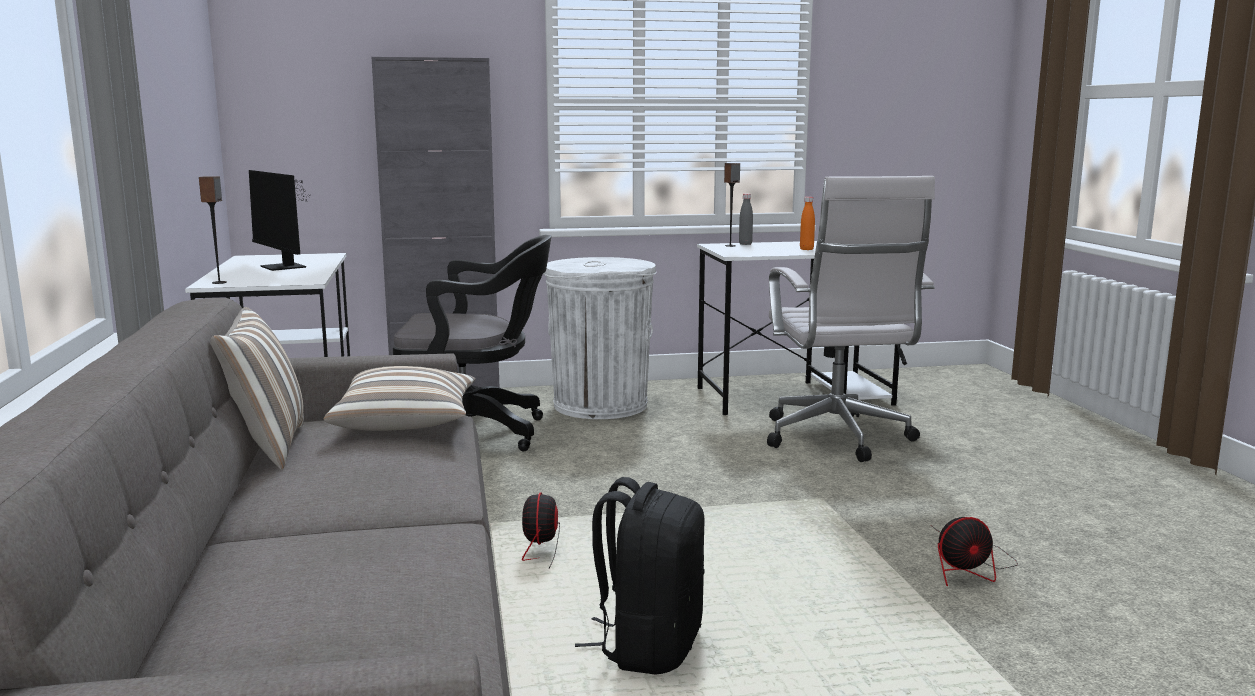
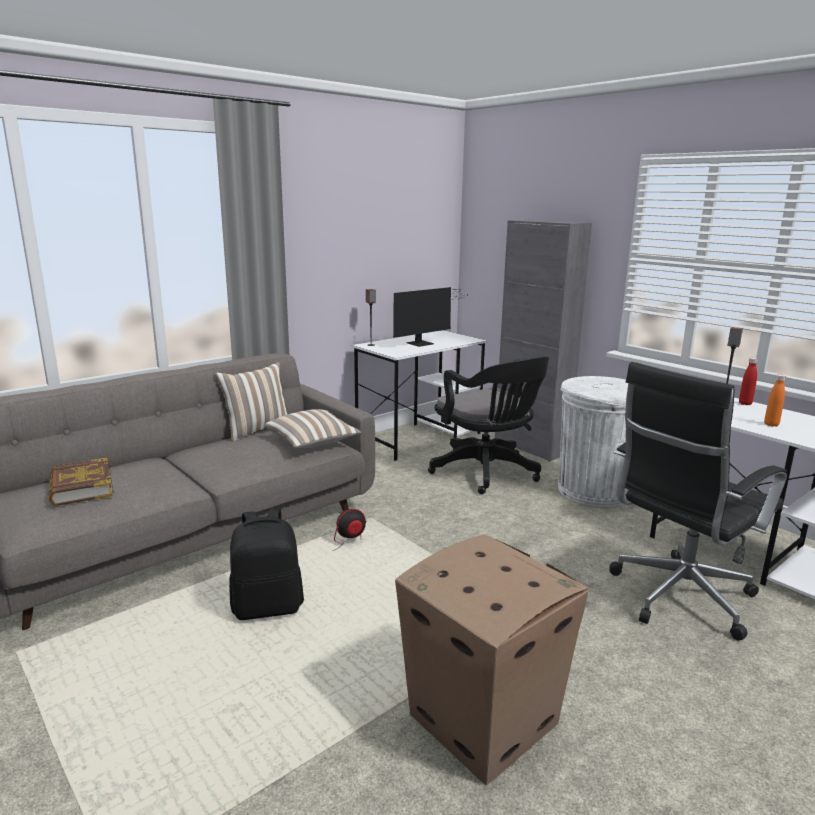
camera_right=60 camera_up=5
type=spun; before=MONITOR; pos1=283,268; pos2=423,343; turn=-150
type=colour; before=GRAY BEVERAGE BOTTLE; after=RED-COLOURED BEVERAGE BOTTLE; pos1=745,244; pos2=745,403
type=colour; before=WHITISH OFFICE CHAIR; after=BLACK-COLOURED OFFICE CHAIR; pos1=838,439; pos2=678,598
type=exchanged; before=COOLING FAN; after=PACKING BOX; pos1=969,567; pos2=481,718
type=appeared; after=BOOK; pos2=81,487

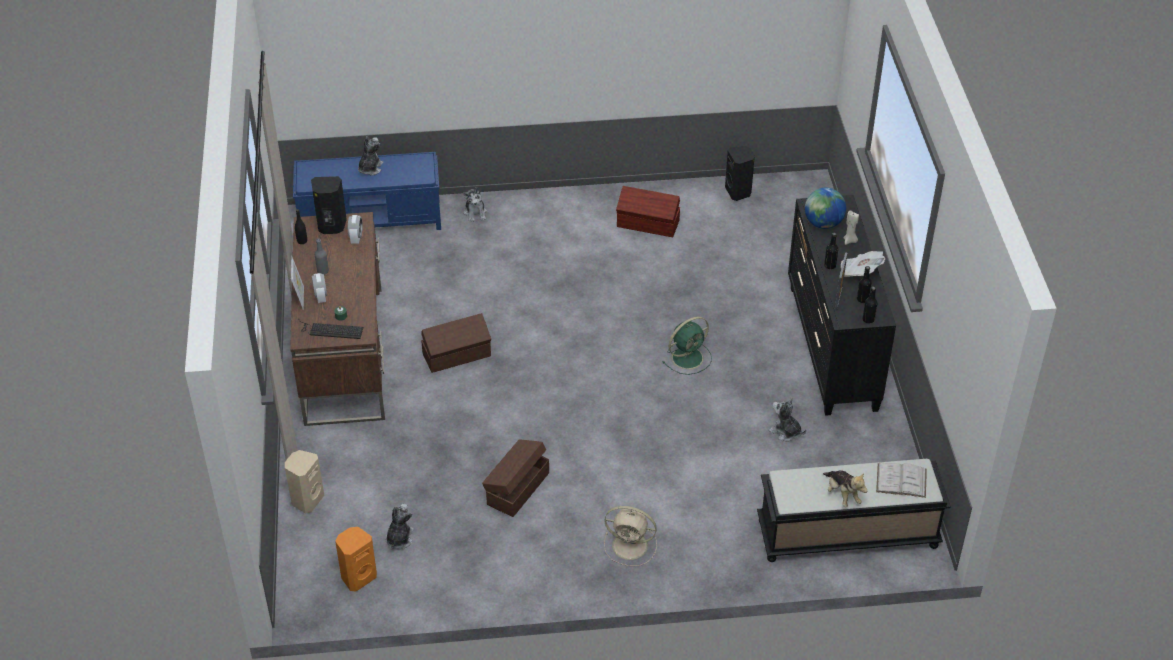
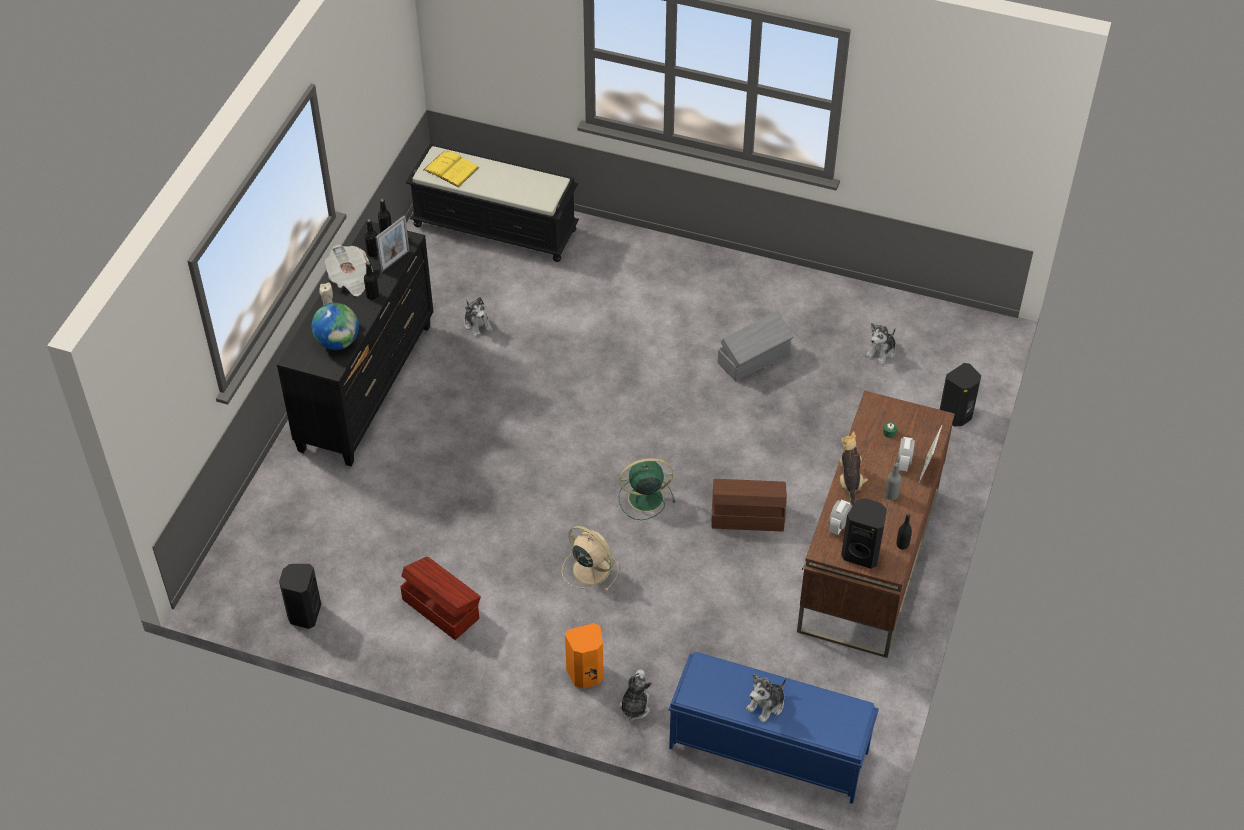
camera_right=-155 camera_up=5
type=colour; before=BEIGE SPEAKER; after=BLACK-COLOURED SPEAKER; pos1=306,500; pos2=956,415
type=missing; before=KEYBOARD; pos1=330,330
type=relocated; before=ORANGE-COLOURED SPEAKER; pos1=358,577; pos2=586,675
type=colour; before=BROWN-COLOURED STORAGE BOX; after=GRAY STORAGE BOX; pos1=517,488; pos2=754,359
type=relocated; before=BEIGE COOLING FAN; pos1=631,546; pos2=589,569
type=relocated; before=GREEN-COLOURED COOLING FAN; pos1=688,357; pos2=644,498
type=relocated; before=PLUSH TOY; pos1=842,494; pos2=850,482
type=colour; before=WHITISH BOOK; after=YELLOW BOOK; pos1=901,480; pos2=451,169

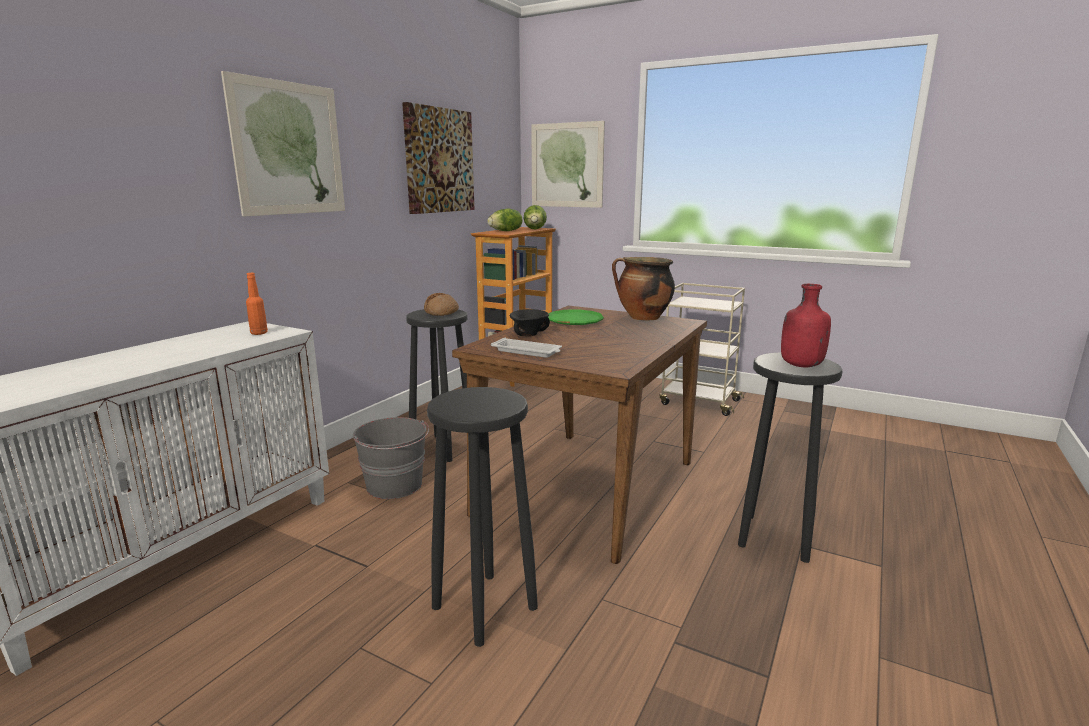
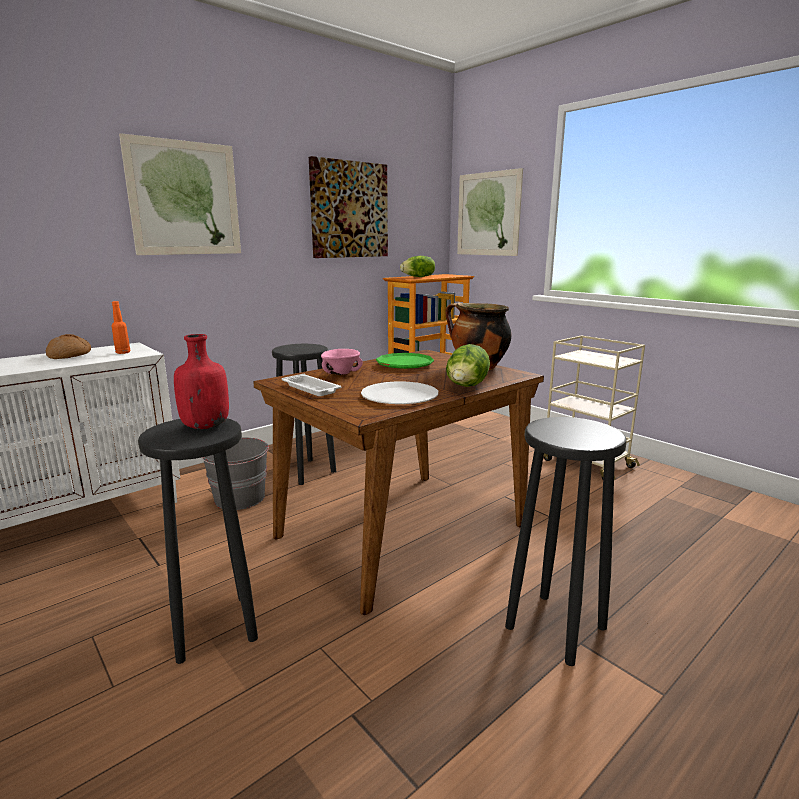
camera_right=20 camera_up=0
type=relocated; before=BAKED BREAD; pos1=441,312; pos2=70,355
type=colour; before=BLACK-COLOURED BOWL; after=PINKISH BOWL; pos1=530,335; pos2=342,374
type=relocated; before=LETTUCE HEAD; pos1=535,229; pos2=466,387
type=relocated; before=RED-COLOURED BEVERAGE BOTTLE; pos1=800,365; pos2=205,426
type=appeared; after=WHITISH PLATE; pos2=399,396

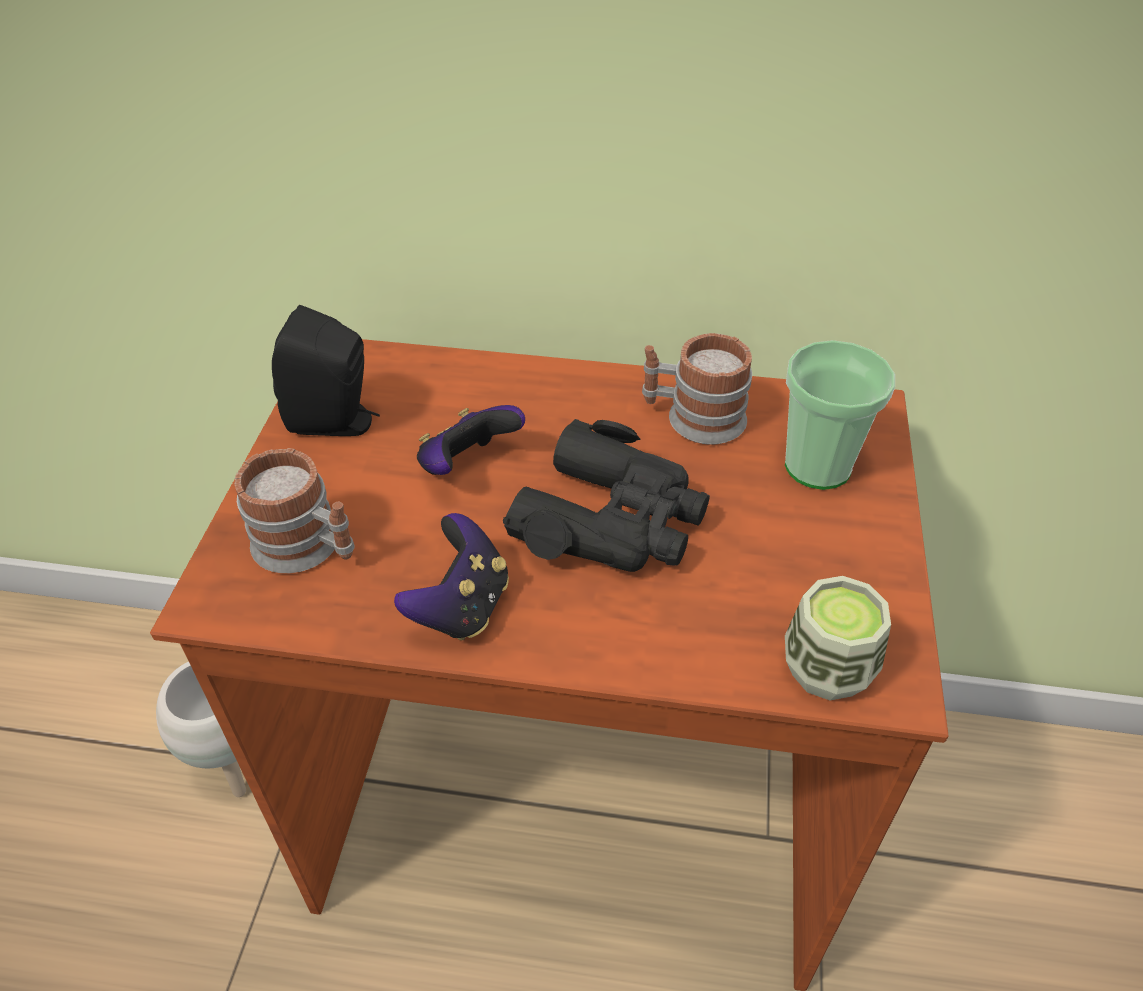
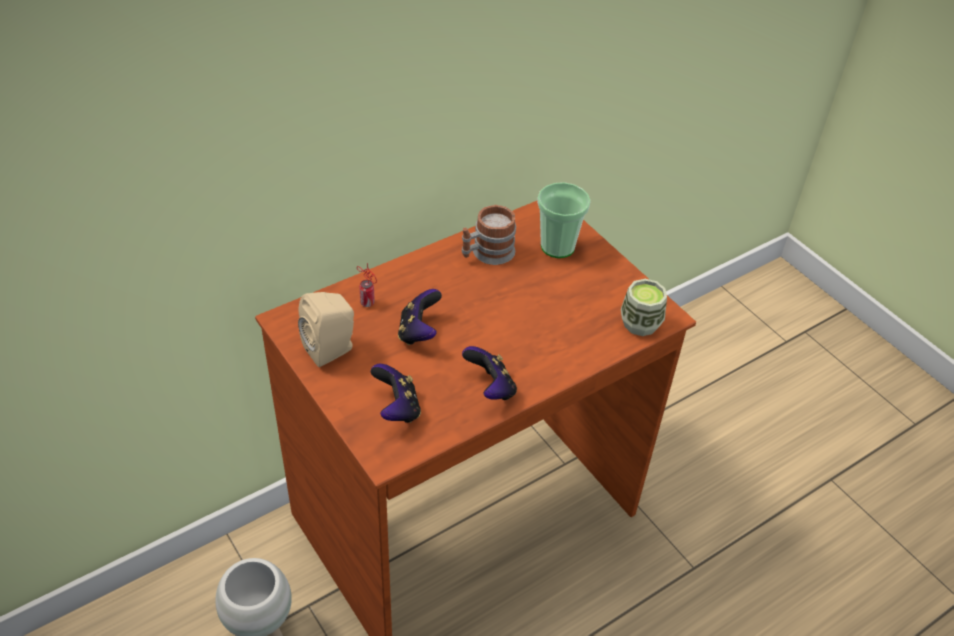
camera_right=-45 camera_up=0
type=exchanged; before=MUG; after=JOYPAD; pos1=308,547; pos2=397,409
type=colour; before=BLACK-COLOURED SPEAKER; after=BEIGE SPEAKER; pos1=337,422; pos2=332,349
type=missing; before=BLACK-COLOURED FIELD GLASSES; pos1=612,520
type=appeared; after=CAN; pos2=366,302

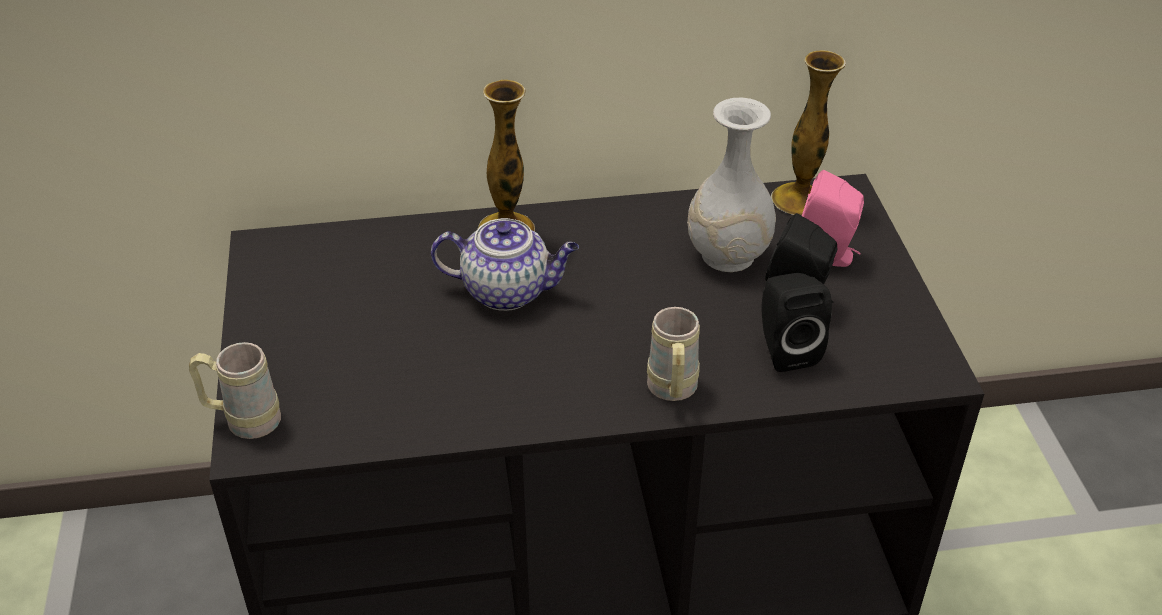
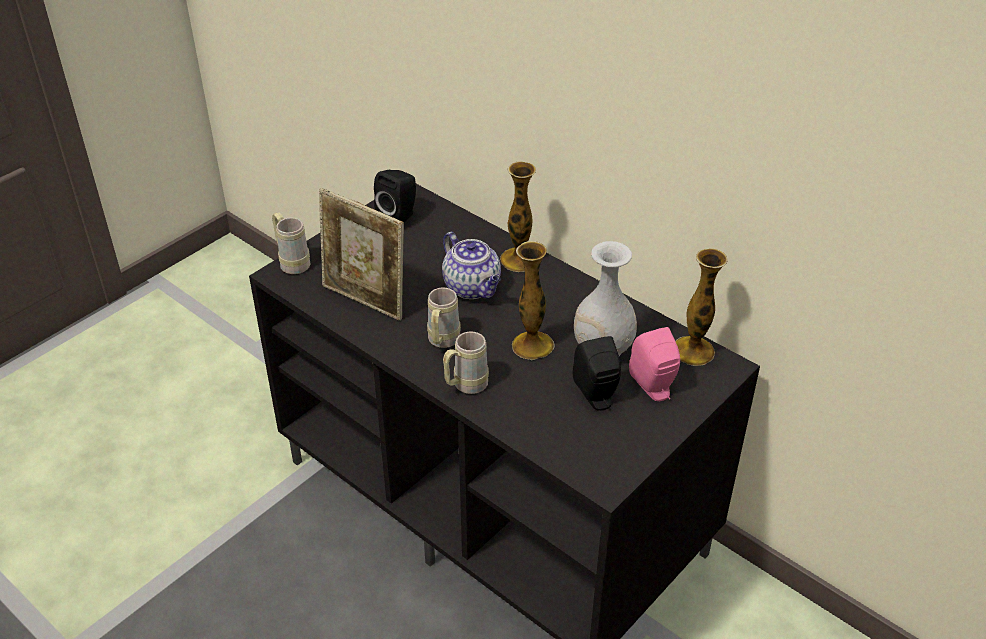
camera_right=50 camera_up=0
type=relocated; before=BLACK-COLOURED SPEAKER; pos1=785,349; pos2=399,216
type=appeared; after=PHOTO FRAME; pos2=365,300
type=appeared; after=BEIGE MUG; pos2=442,342
type=appeared; after=VASE; pos2=532,345

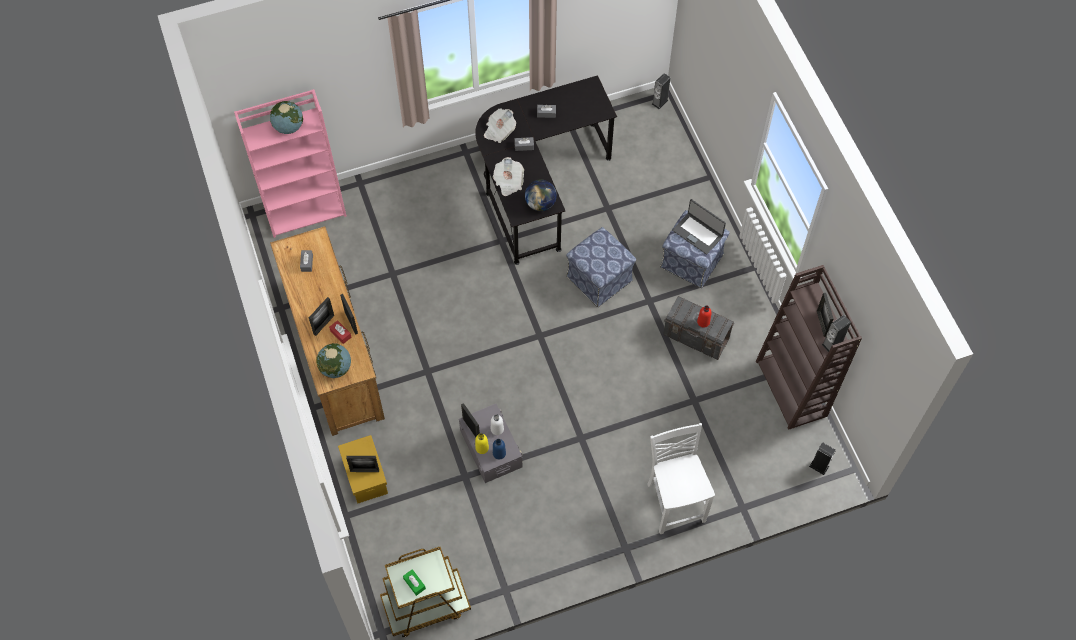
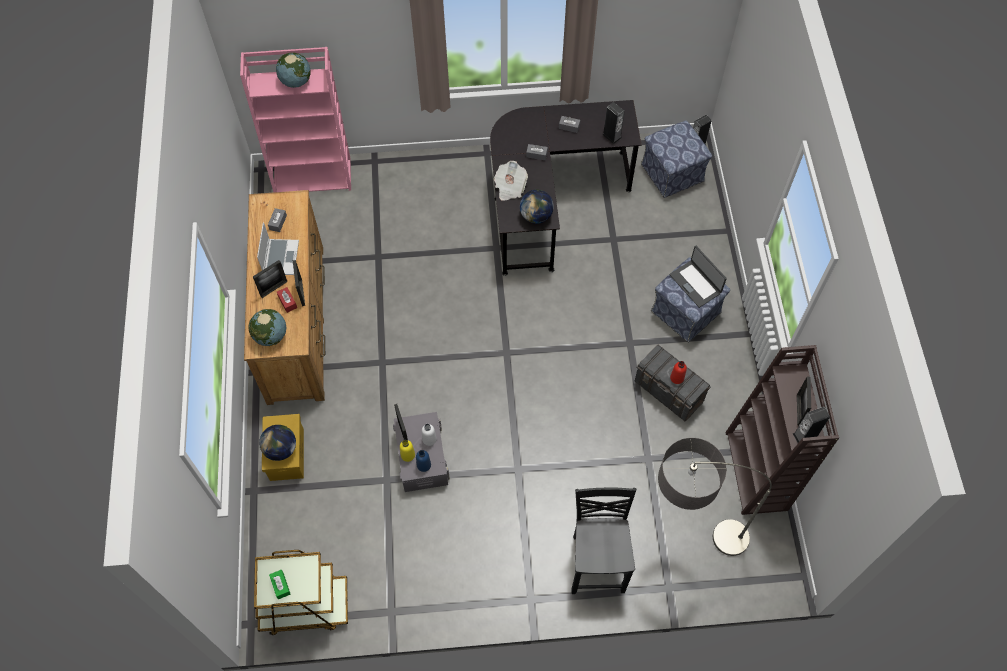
camera_right=15 camera_up=0
type=exchanged; before=PHOTO FRAME; after=WORLD GLOBE; pos1=364,470; pos2=281,449
type=missing; before=NEWSPAPER; pos1=499,131
type=relocated; before=FOOTREST; pos1=599,279; pos2=672,173
type=colour; before=WHITISH CHAIR; after=BLACK-COLOURED CHAIR; pos1=674,502; pos2=597,562
type=relocated; before=SPEAKER; pos1=819,466; pos2=611,136
type=appeared; after=NOTEBOOK COMPUTER; pos2=280,257
type=appeared; after=STANDARD LAMP; pos2=686,538

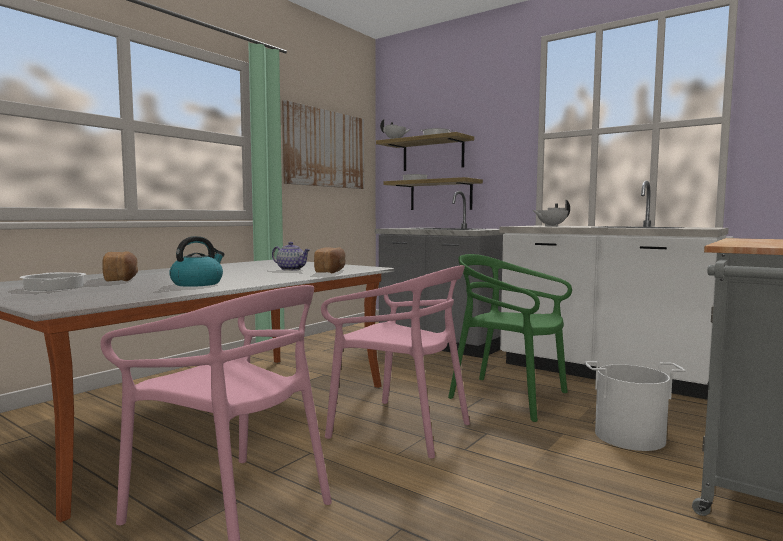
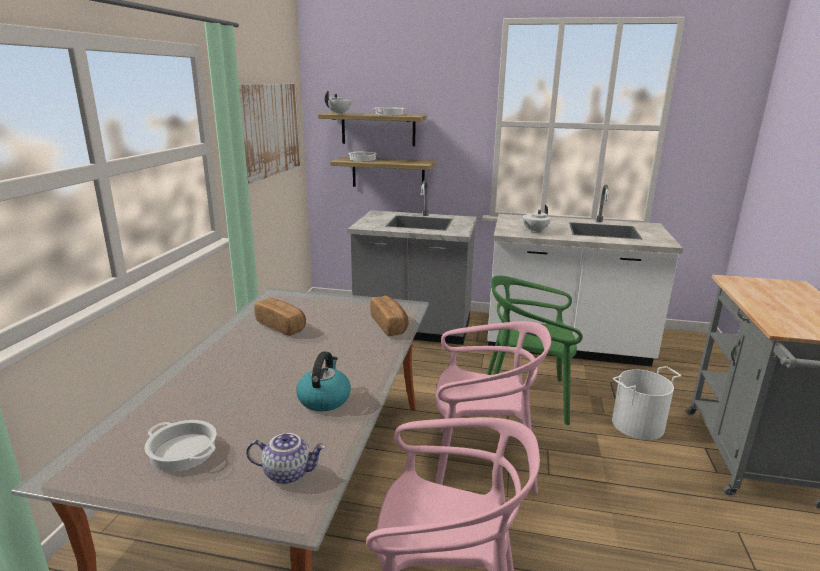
camera_right=-25 camera_up=15
type=relocated; before=BAKED BREAD; pos1=121,279; pos2=282,326
type=relocated; before=TEA POT; pos1=291,269; pos2=288,472

